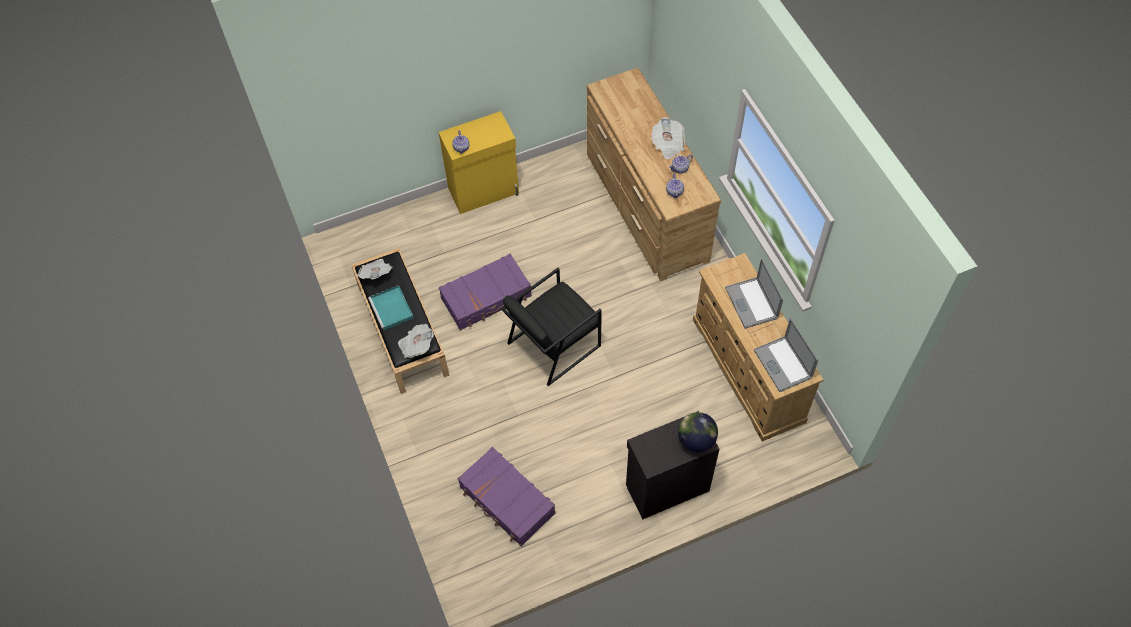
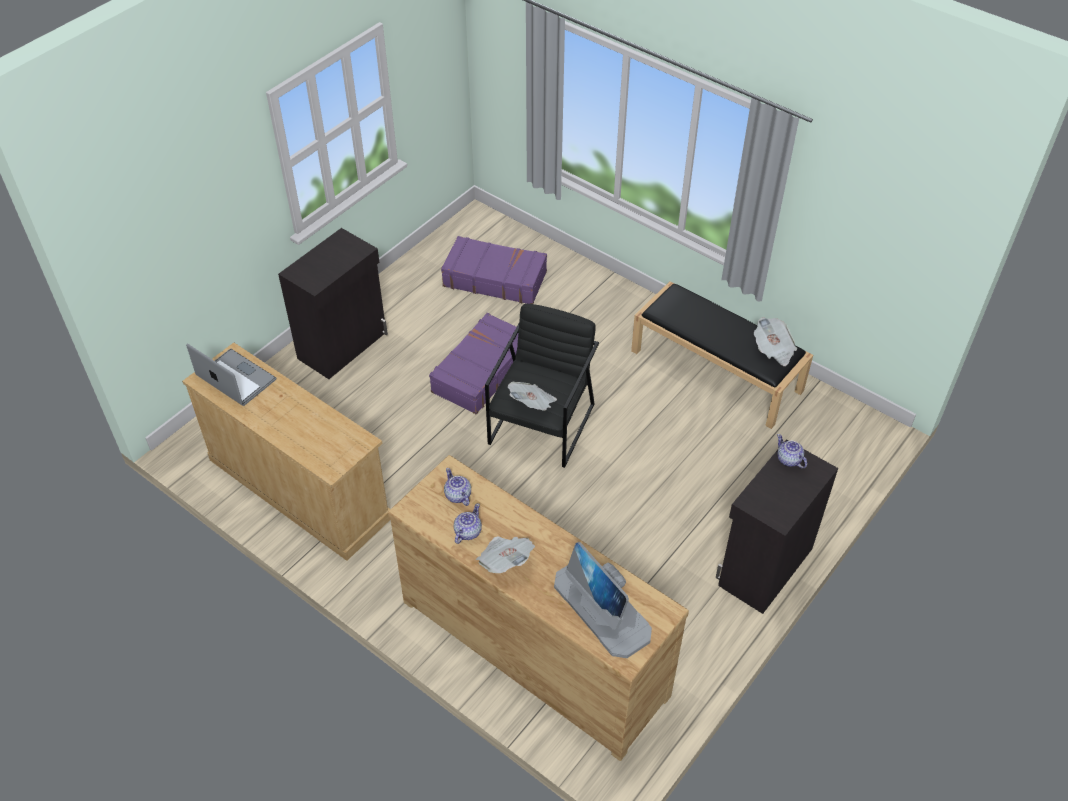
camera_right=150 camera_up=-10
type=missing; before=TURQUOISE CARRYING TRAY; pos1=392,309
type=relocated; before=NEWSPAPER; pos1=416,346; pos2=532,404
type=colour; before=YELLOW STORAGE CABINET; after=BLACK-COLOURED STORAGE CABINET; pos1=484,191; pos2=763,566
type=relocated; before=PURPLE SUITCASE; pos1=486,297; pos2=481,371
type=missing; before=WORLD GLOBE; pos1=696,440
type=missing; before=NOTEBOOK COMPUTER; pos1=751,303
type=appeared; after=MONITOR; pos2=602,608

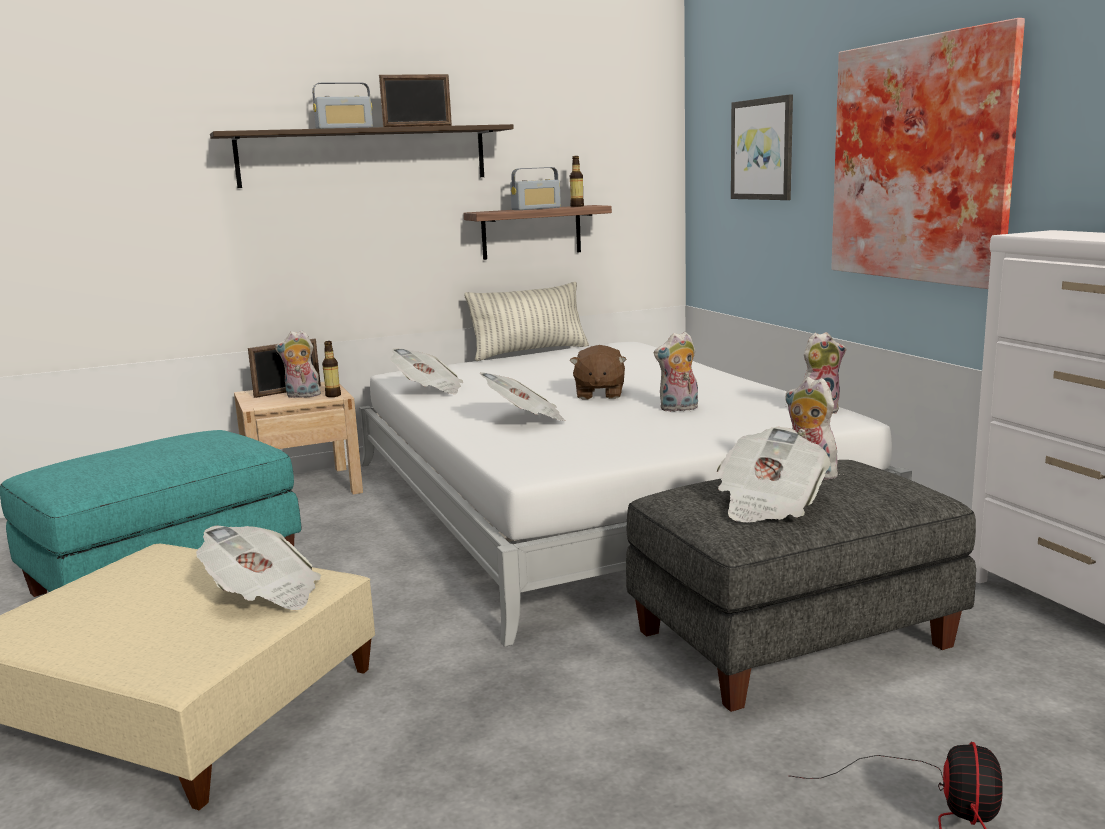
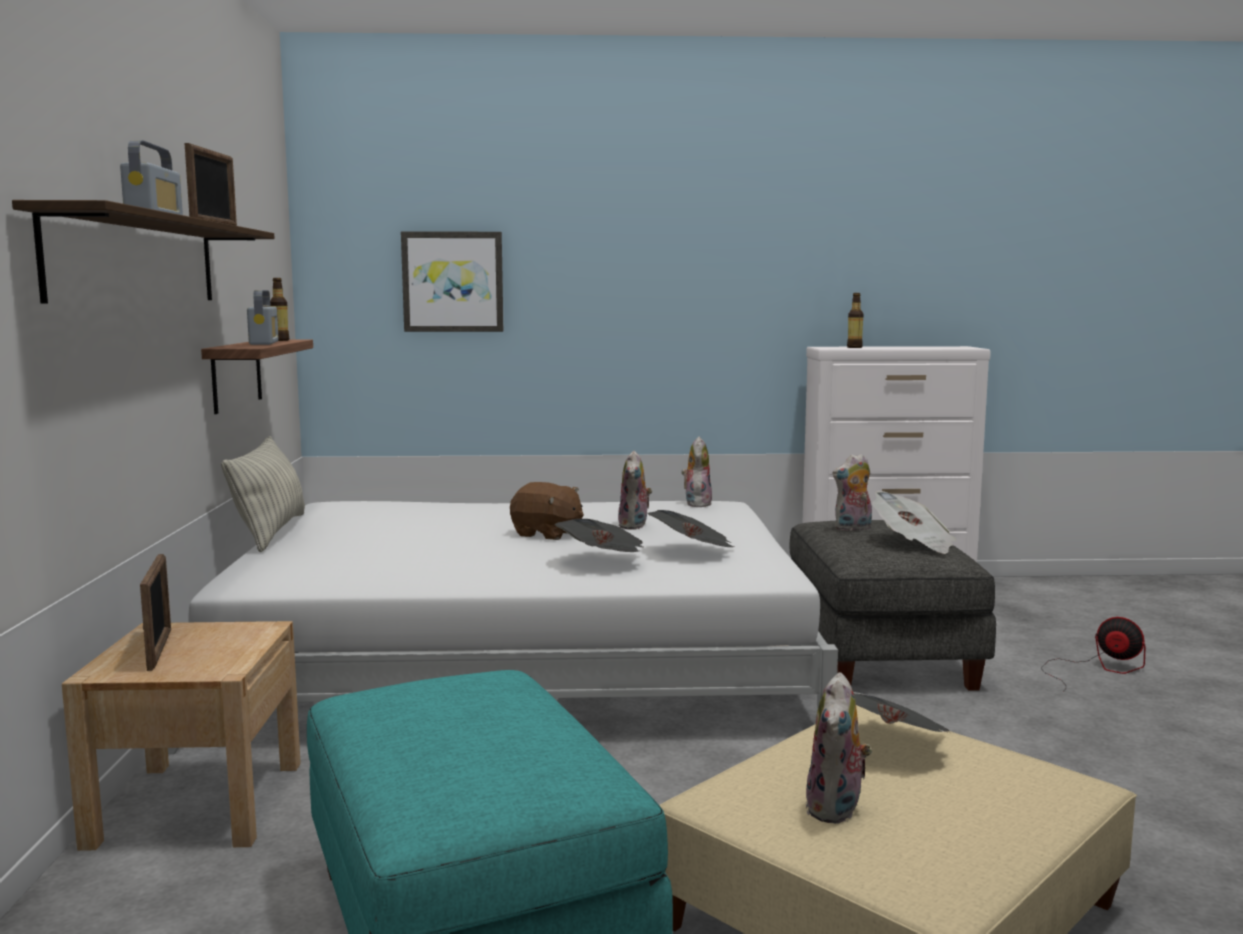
camera_right=-70 camera_up=-5
type=relocated; before=PLUSH TOY; pos1=302,396; pos2=837,809
type=relocated; before=BEVERAGE BOTTLE; pos1=333,395; pos2=854,347
type=relocated; before=NEWSPAPER; pos1=429,390; pos2=693,553
type=missing; before=WALL PICTURE; pos1=924,161

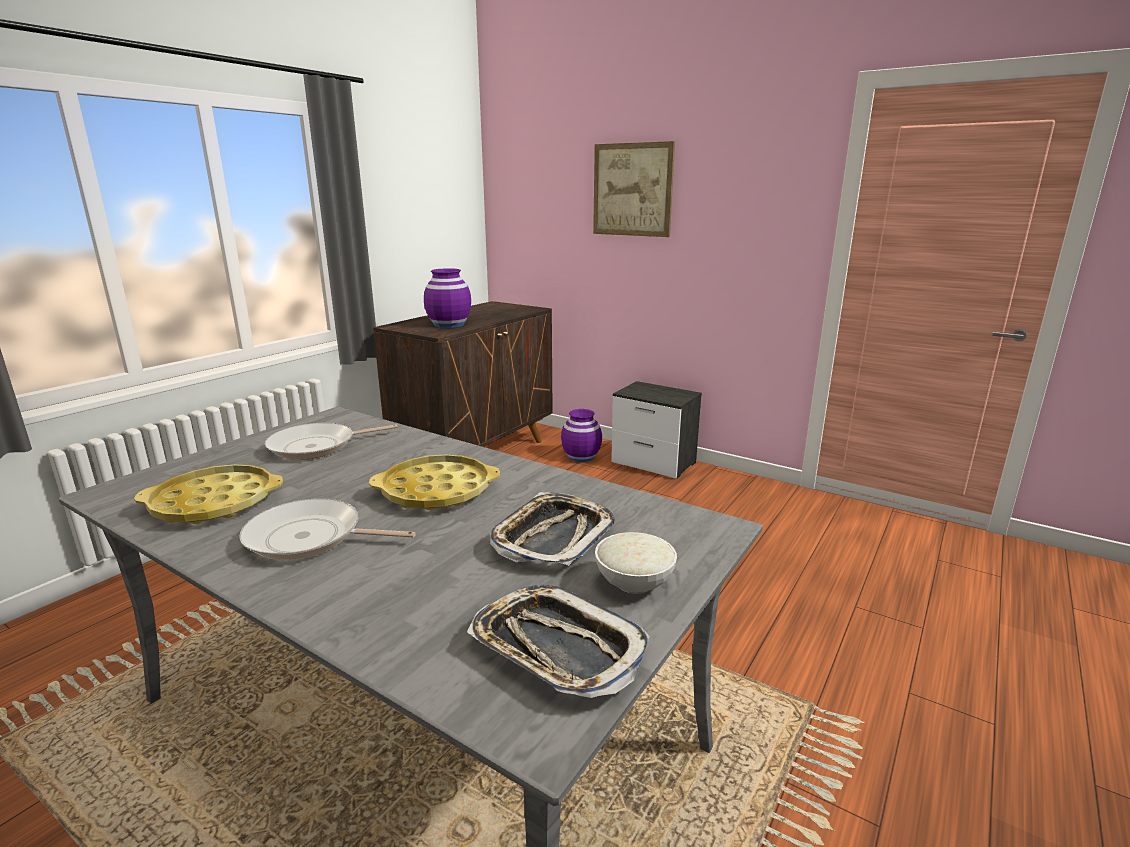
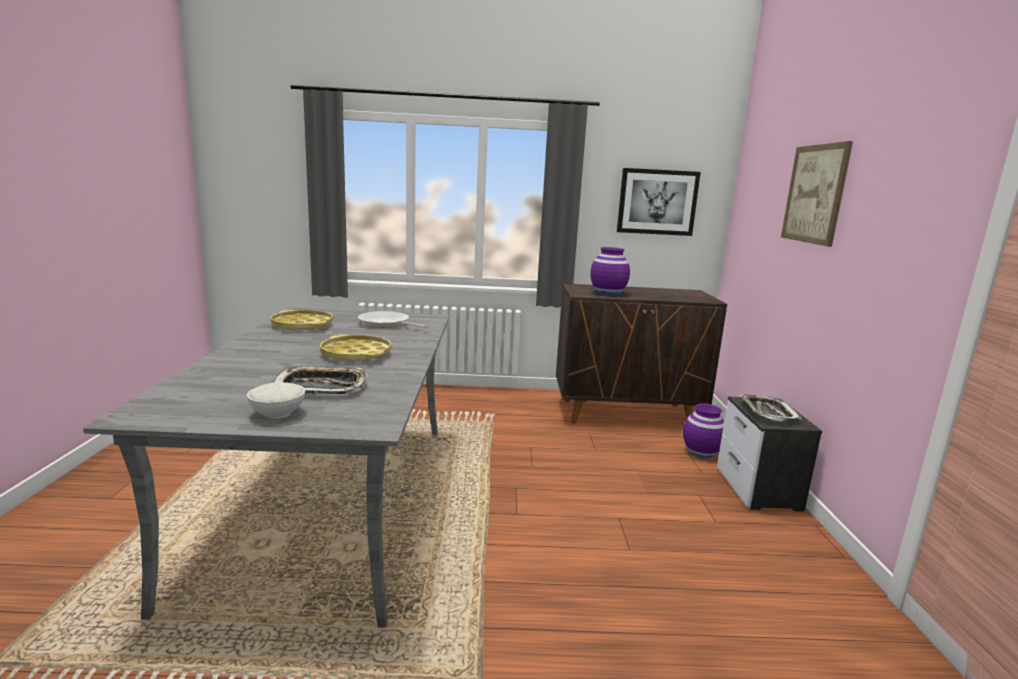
camera_right=55 camera_up=-5
type=missing; before=SKILLET; pos1=310,538
type=relocated; before=CARRYING TRAY; pos1=557,648; pos2=767,412
type=appeared; after=WALL PICTURE; pos2=657,202

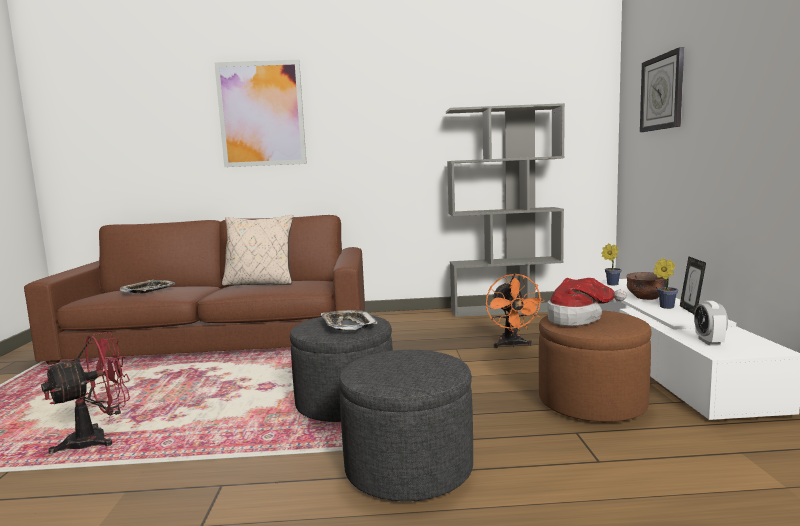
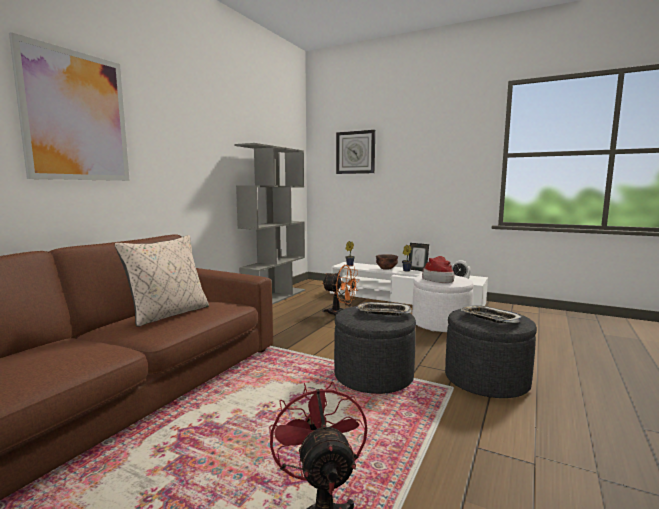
camera_right=-60 camera_up=0
type=relocated; before=CARRYING TRAY; pos1=148,290; pos2=489,318
type=colour; before=BROWN-COLOURED FOOTREST; after=WHITISH FOOTREST; pos1=592,402; pos2=440,324

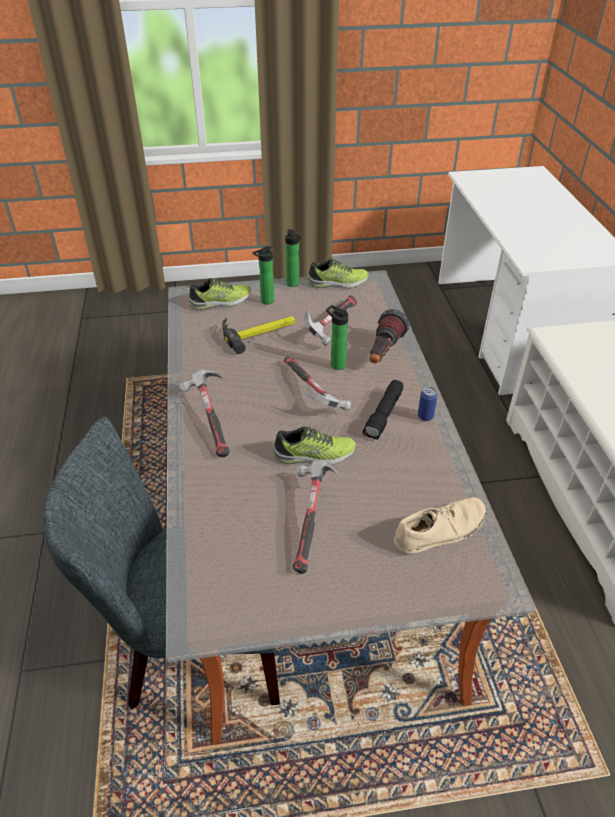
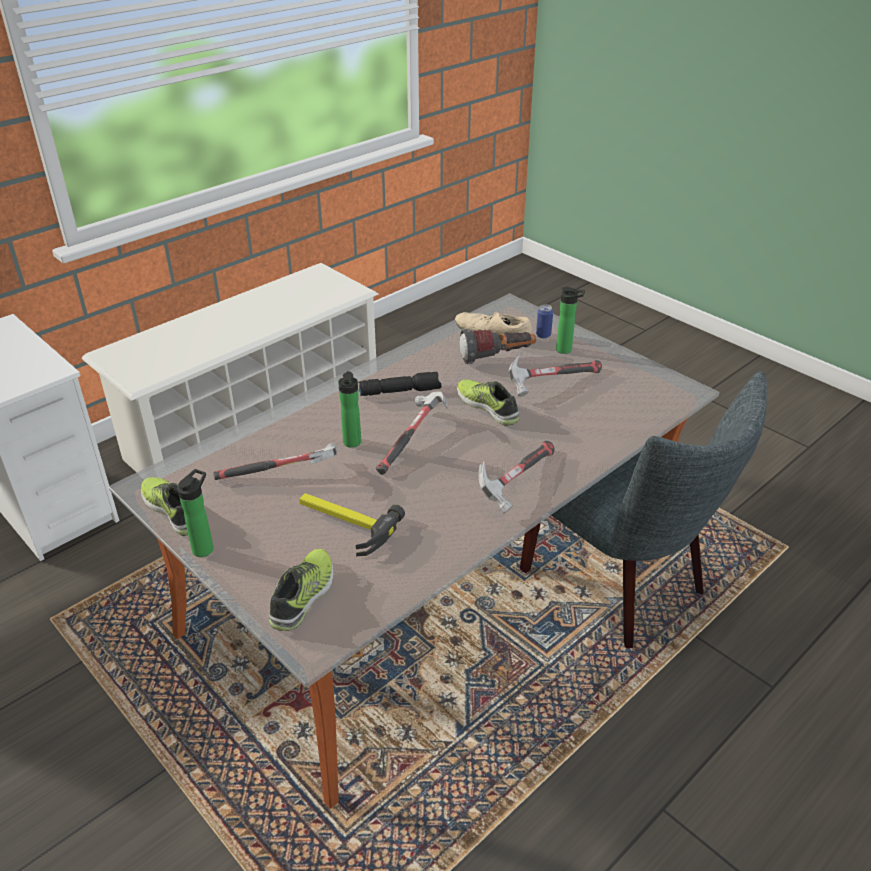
camera_right=-125 camera_up=-5
type=spun; before=SHOE; pos1=220,302; pos2=304,595; turn=75
type=relocated; before=BEVERAGE BOTTLE; pos1=265,301; pos2=566,350
type=relocated; before=FLASHLIGHT; pos1=383,353; pos2=497,358
type=relocated; before=CAN; pos1=425,416; pos2=543,335

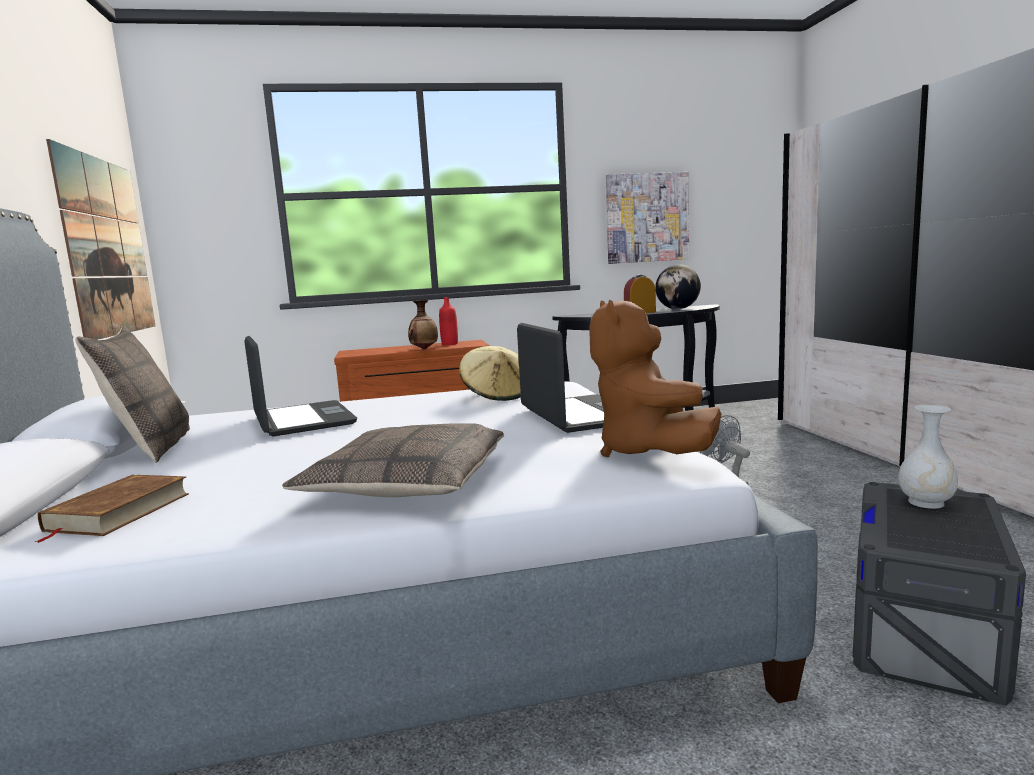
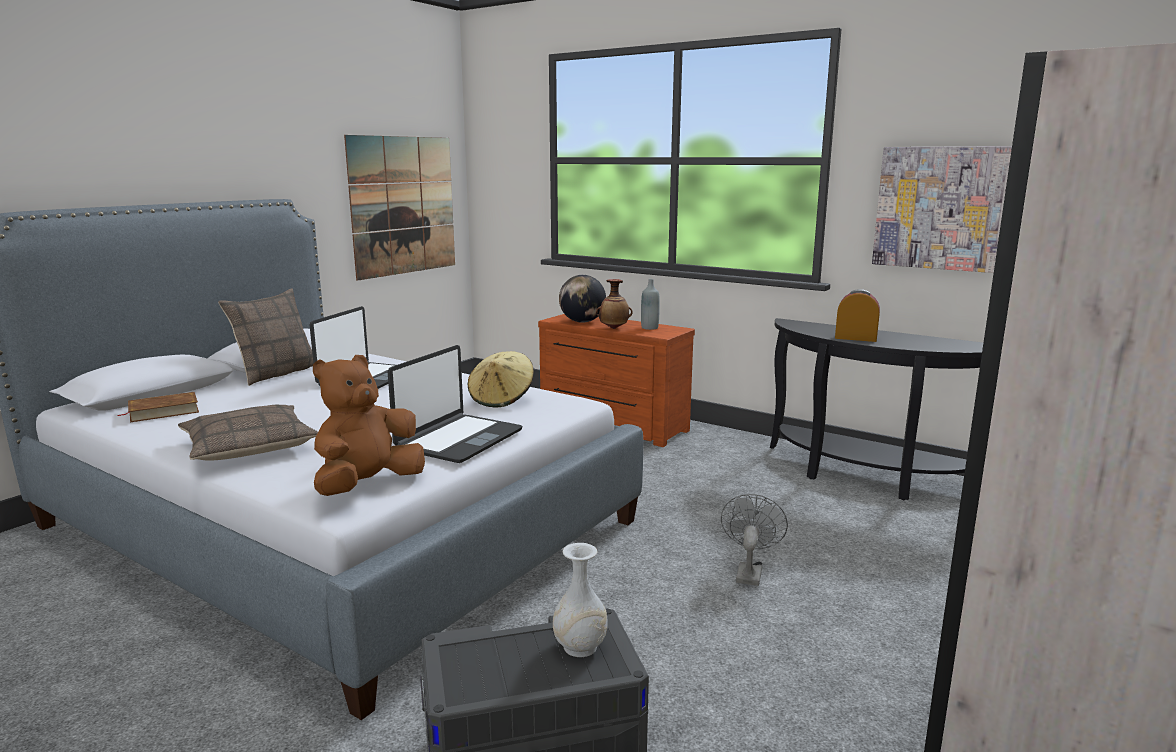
camera_right=45 camera_up=5
type=colour; before=RED-COLOURED BEVERAGE BOTTLE; after=GRAY BEVERAGE BOTTLE; pos1=449,344; pos2=649,328
type=relocated; before=WORLD GLOBE; pos1=678,309; pos2=582,322

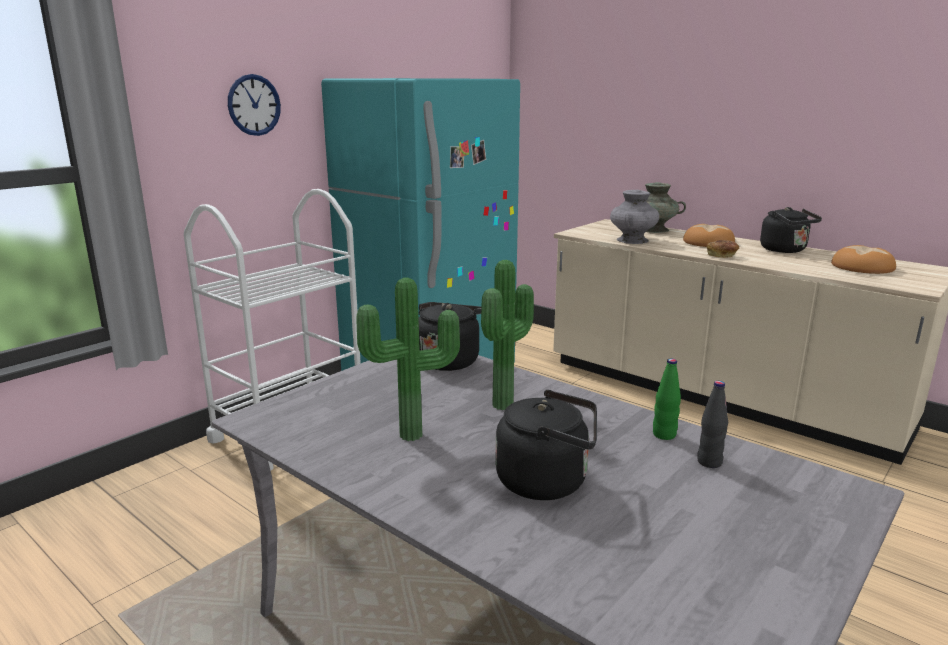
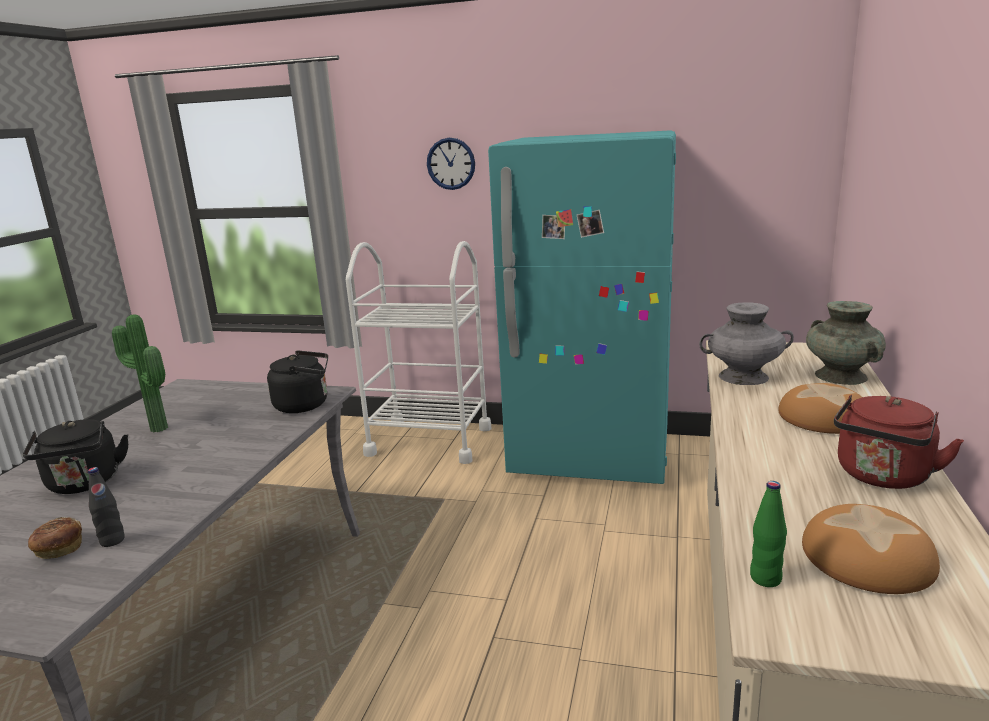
camera_right=65 camera_up=0
type=missing; before=HOUSEPLANT; pos1=507,406
type=relocated; before=GREEN-COLOURED BEVERAGE BOTTLE; pos1=664,435; pos2=765,578
type=relocated; before=BAKED BREAD; pos1=722,256; pos2=59,549
type=colour; before=BLACK-COLOURED KETTLE; after=RED-COLOURED KETTLE; pos1=785,250; pos2=882,477

